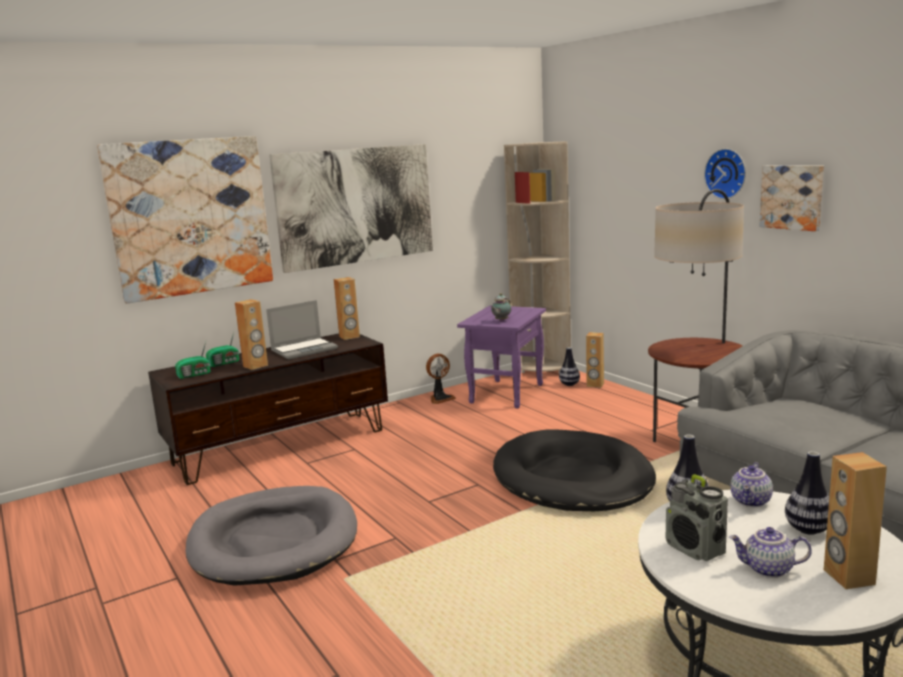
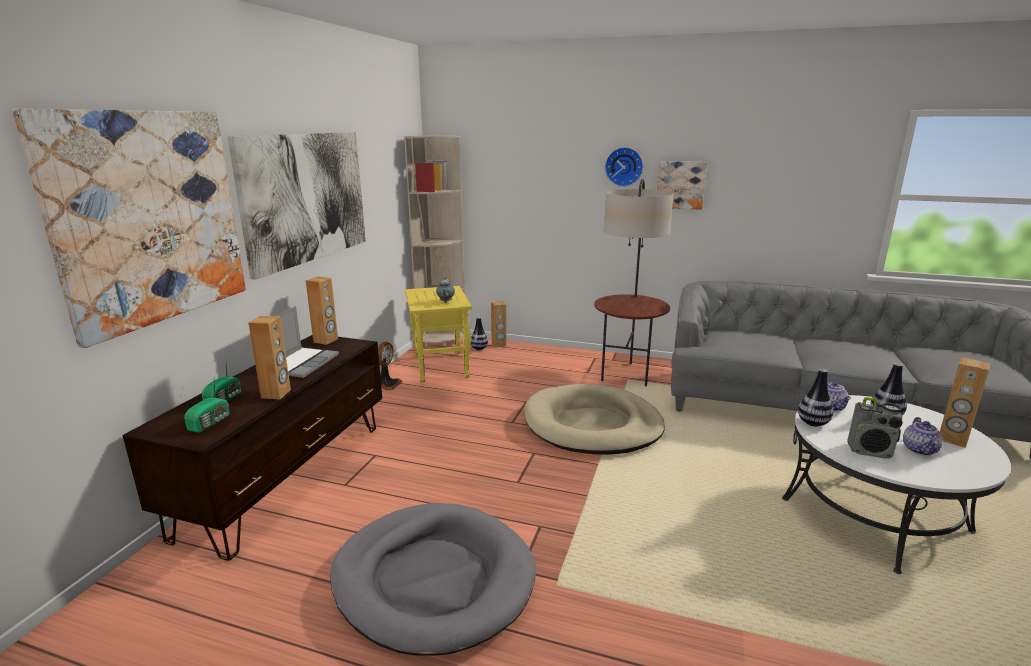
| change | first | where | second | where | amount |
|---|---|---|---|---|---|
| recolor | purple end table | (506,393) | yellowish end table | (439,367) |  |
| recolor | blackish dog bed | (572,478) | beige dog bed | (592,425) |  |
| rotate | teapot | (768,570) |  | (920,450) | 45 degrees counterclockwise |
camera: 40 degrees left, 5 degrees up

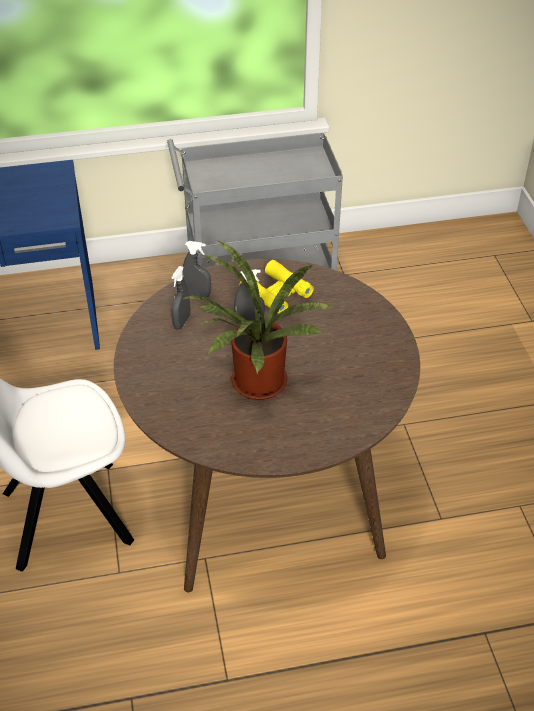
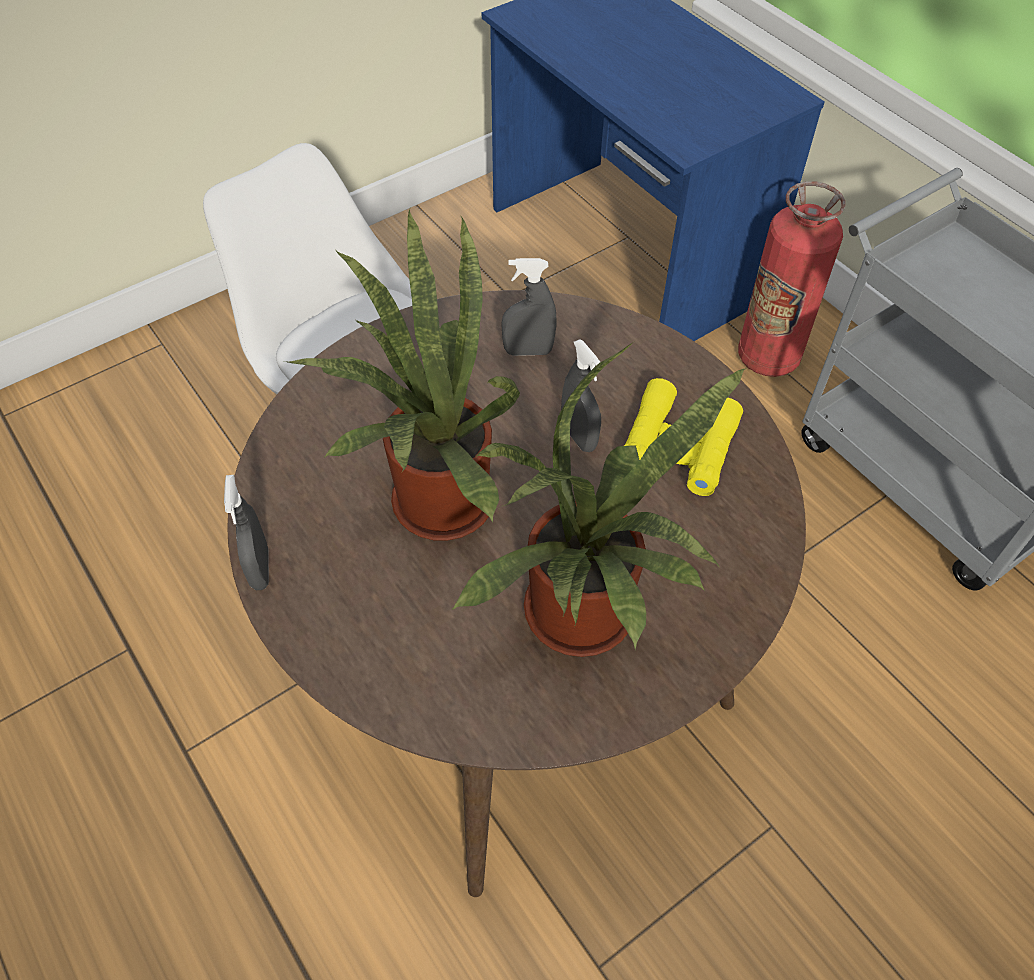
| change | first | where | second | where | amount |
|---|---|---|---|---|---|
| insert |  |  | houseplant | (586,621) |  |
| insert |  |  | fire-fighting cylinder | (768,357) |  |
| move | grey sprayer | (197,294) |  | (260,569) |  |
camera: 65 degrees right, 10 degrees up

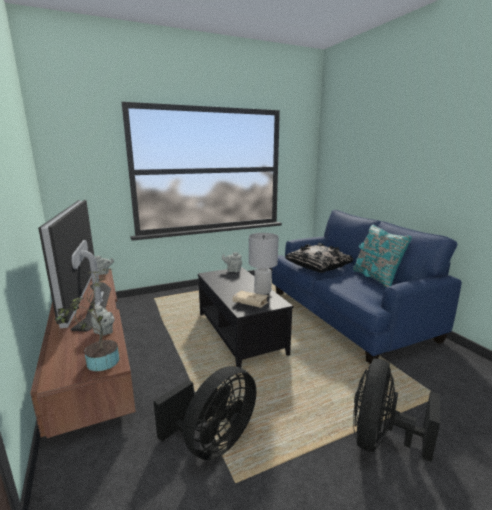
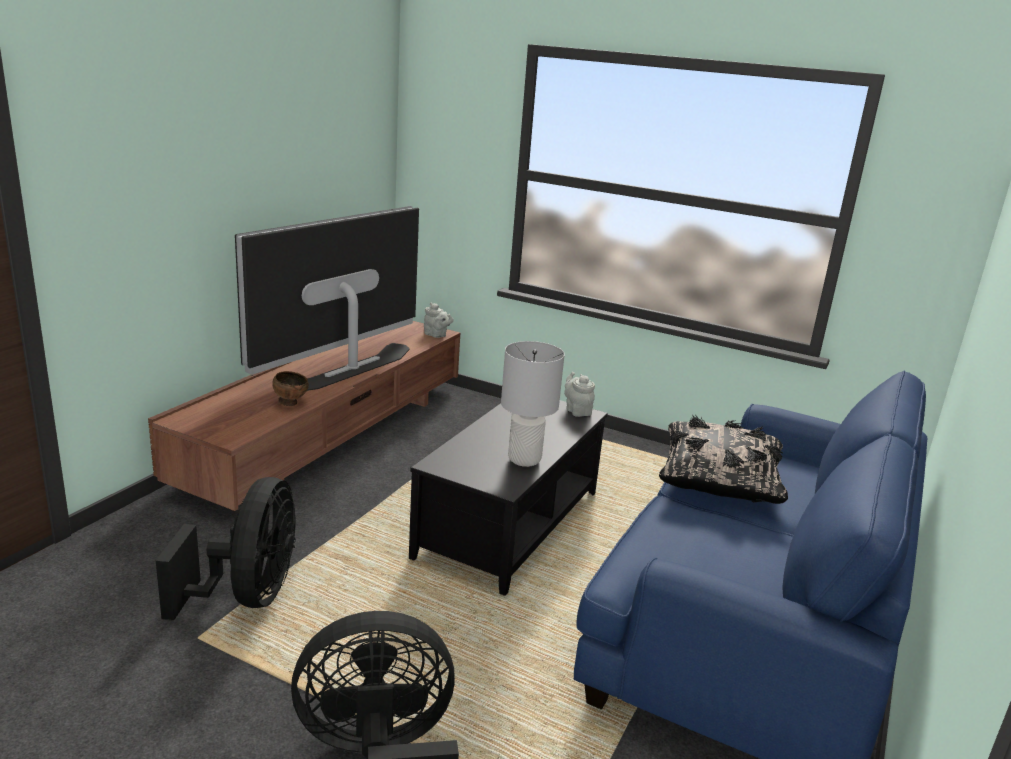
| change | first | where | second | where | amount |
|---|---|---|---|---|---|
| delete | houseplant | (99,363) |  |  |  |
| delete | beige bound book | (250,303) |  |  |  |
| delete | turquoise pillow | (375,278) |  |  |  |
| replace | grey teapot | (104,332) | brown deep dish | (290,403) |  |
| rotate | blackish cooling fan | (213,442) |  | (248,596) | 90 degrees counterclockwise |
camera: 50 degrees right, 5 degrees up

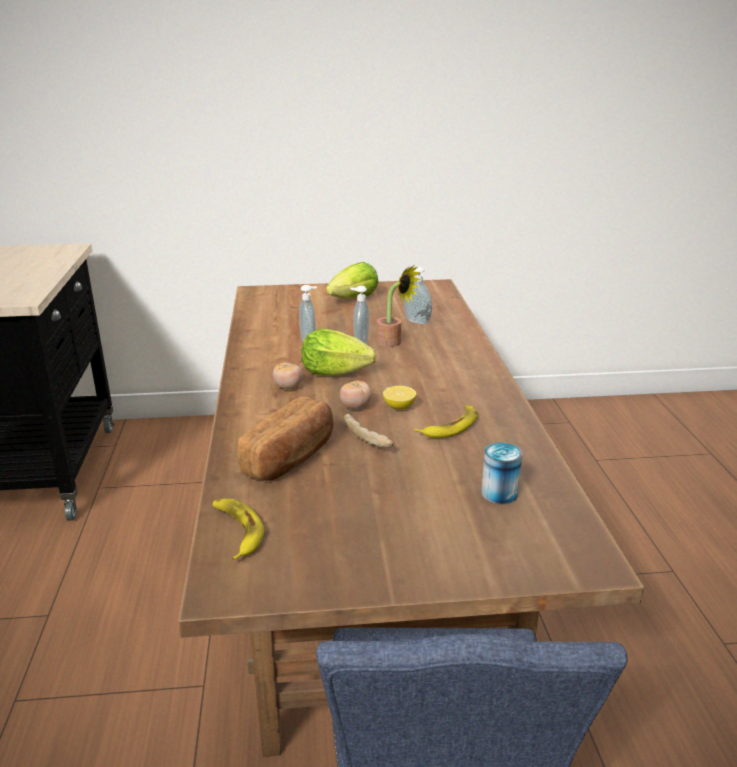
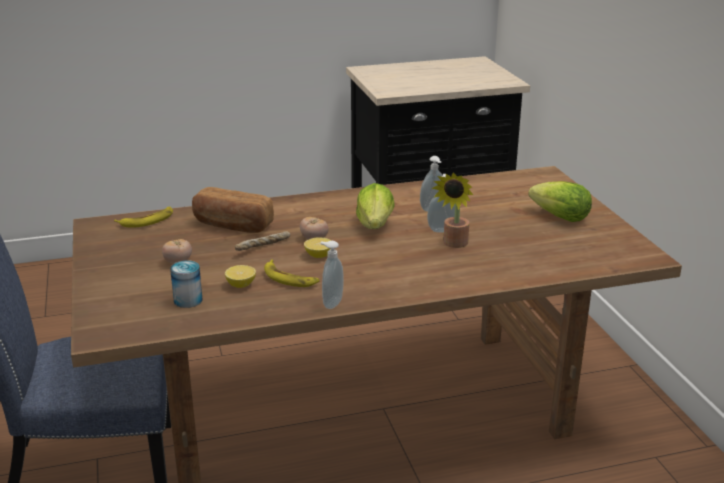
| change | first | where | second | where | amount |
|---|---|---|---|---|---|
| insert |  |  | citrus fruit | (241,285) |  |
| move | whole tomato | (288,387) |  | (178,262) |  |
| move | soap bottle | (416,322) |  | (331,303) |  |
camera: 80 degrees right, 0 degrees up

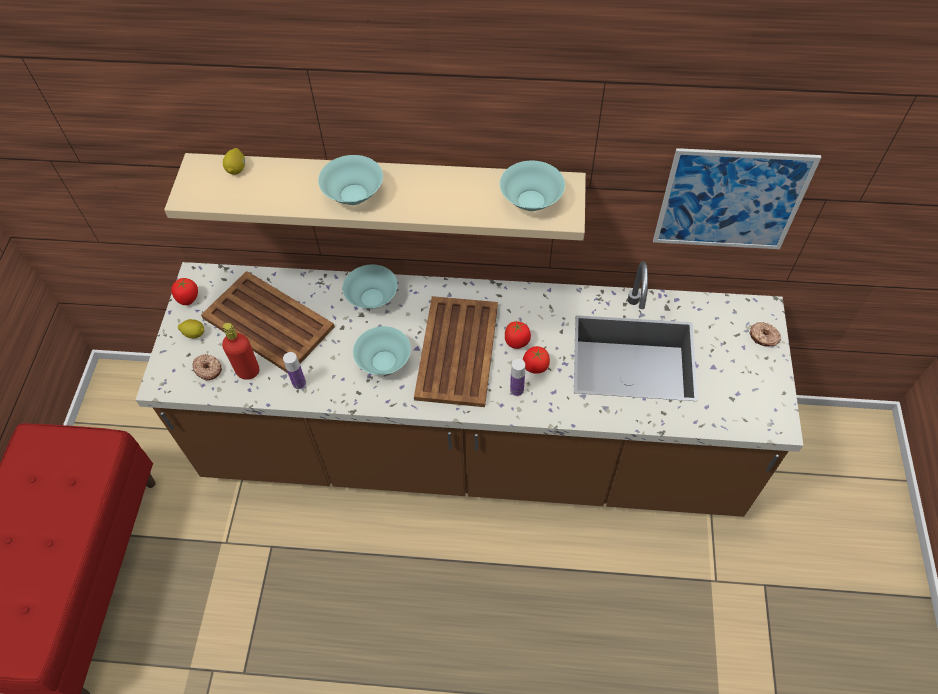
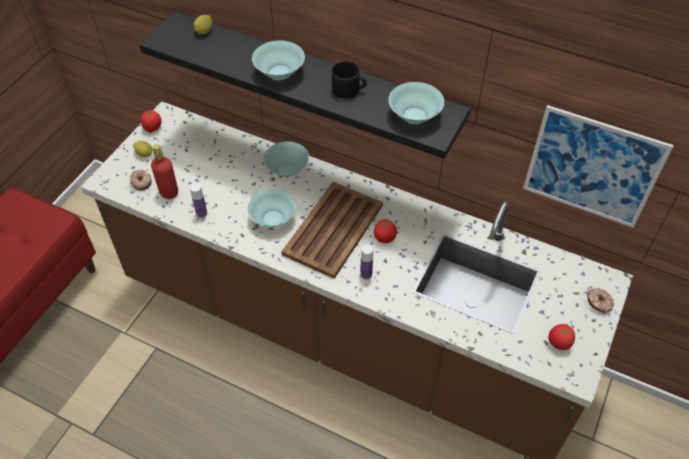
| change | first | where | second | where | amount |
|---|---|---|---|---|---|
| delete | brown serving tray | (267,321) |  |  |  |
| insert |  |  | blackish mug | (349,90) |  |
| move | whole tomato | (535,367) |  | (558,343) |  |
| recolor | beige wall shelf | (385,186) | blackish wall shelf | (314,78) |  |
camera: 20 degrees right, 5 degrees down

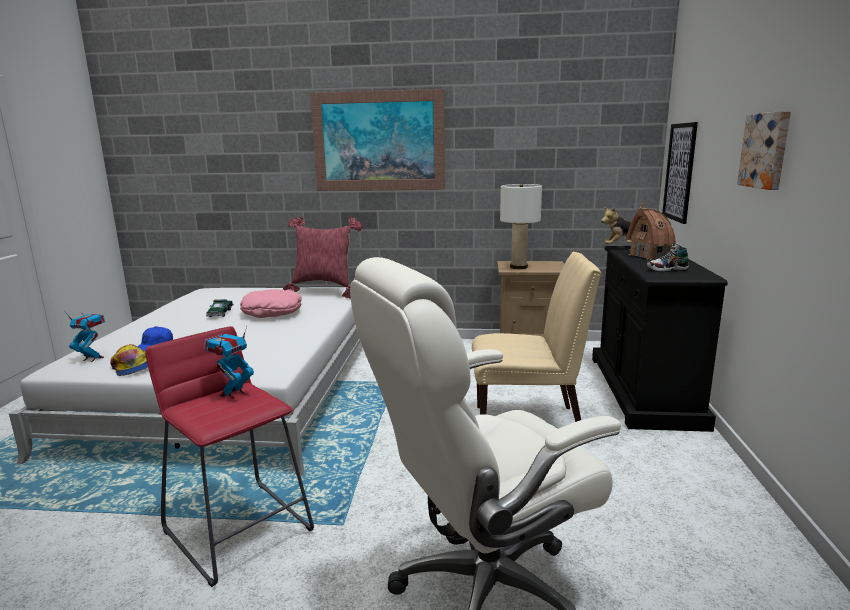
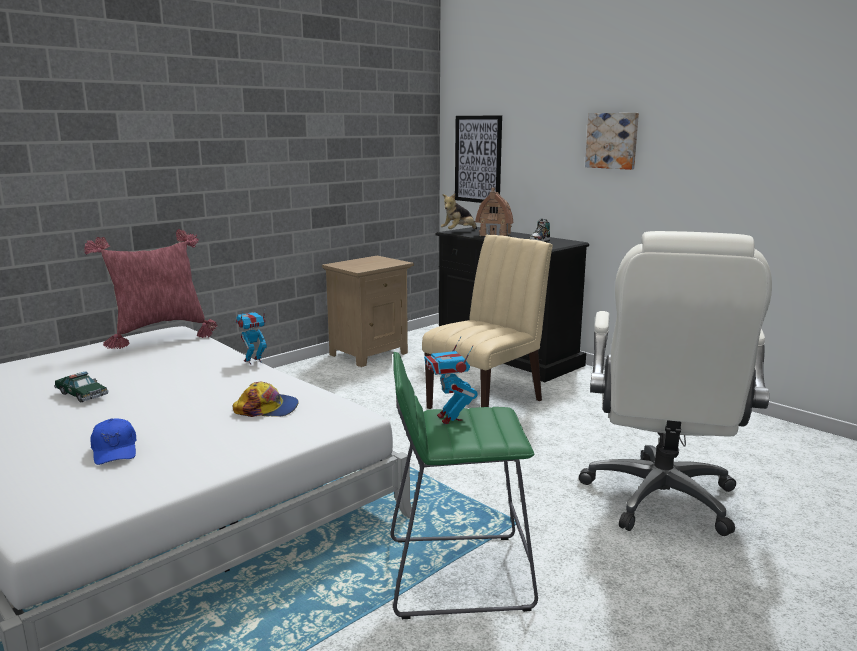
| change | first | where | second | where | amount |
|---|---|---|---|---|---|
| delete | pink-coloured pillow | (272,312) |  |  |  |
| delete | picture | (378,141) |  |  |  |
| delete | white-coloured lamp for a table | (518,267) |  |  |  |
| move | model robot | (93,358) |  | (253,361) |  |
| move | cap | (132,367) |  | (267,408) |  |
| recolor | reddish stool seat | (239,529) | green-coloured stool seat | (457,574) |  |
camera: 50 degrees left, 0 degrees up

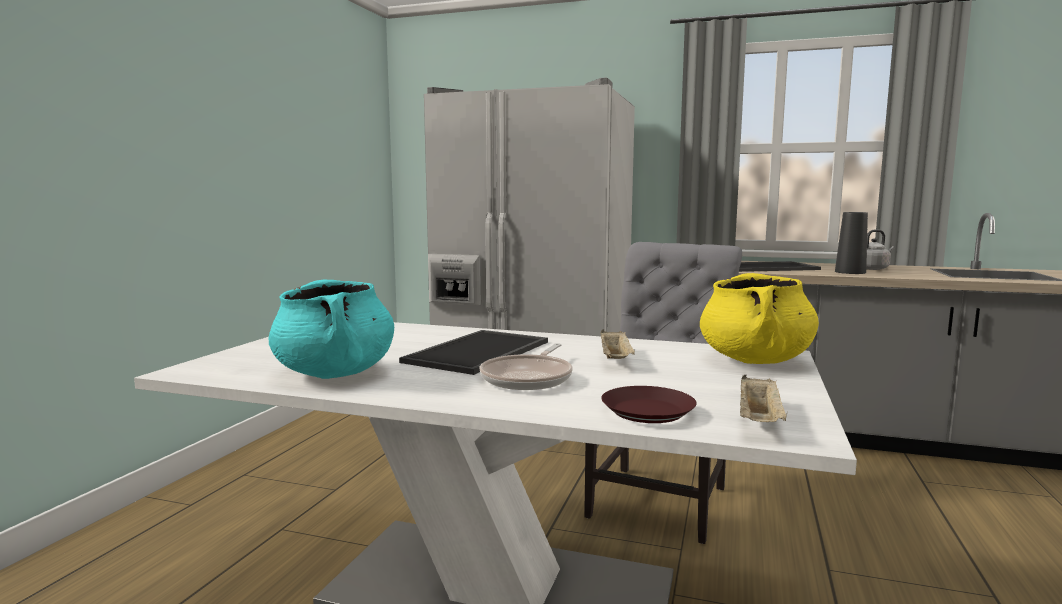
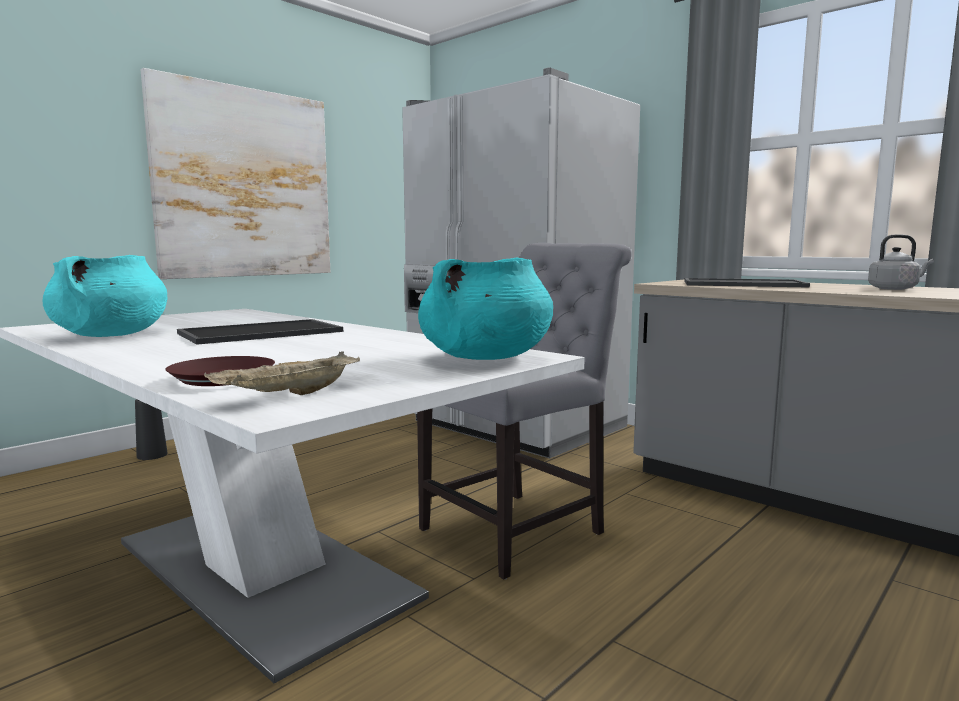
| change | first | where | second | where | amount |
|---|---|---|---|---|---|
| delete | frying pan | (529,378) |  |  |  |
| delete | beige serving tray | (615,360) |  |  |  |
| insert |  |  | picture | (245,183) |  |
| move | blackish flower vase | (850,272) |  | (152,455) |  |
| recolor | yellowish cooking pot | (755,360) | turquoise cooking pot | (485,358) |  |
camera: 25 degrees right, 0 degrees up

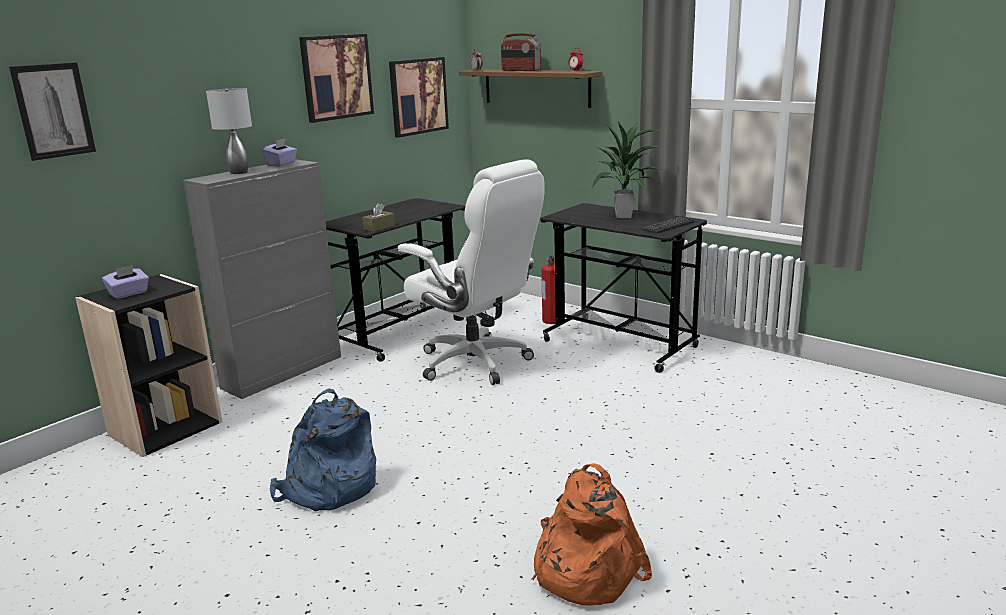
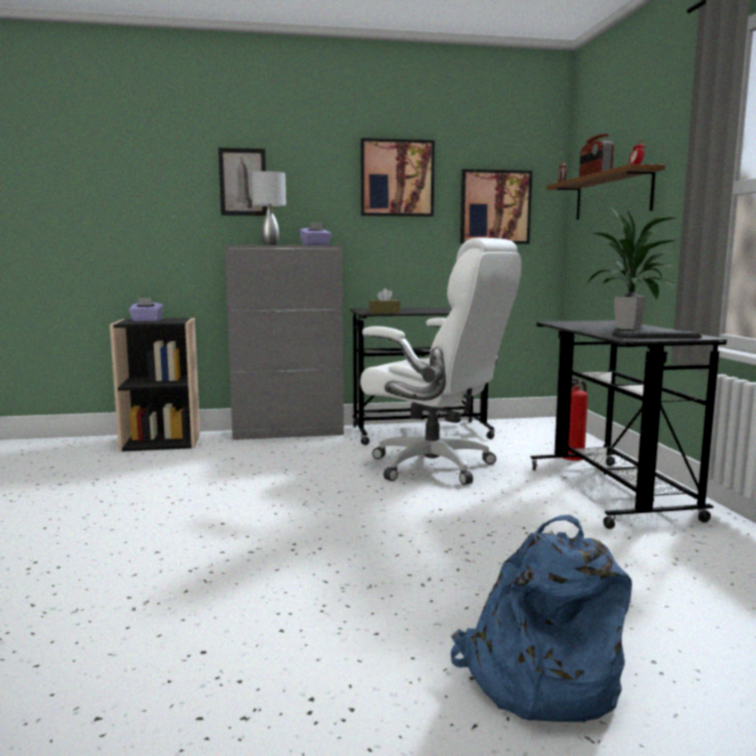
| change | first | where | second | where | amount |
|---|---|---|---|---|---|
| delete | orangey knapsack | (584,569) |  |  |  |
| move | picture | (53,111) |  | (243,182) |  |
| move | bluish knapsack | (328,488) |  | (538,678) |  |
| rotate | white-coloured office chair | (476,363) |  | (434,467) | 45 degrees counterclockwise |
camera: 40 degrees right, 10 degrees down

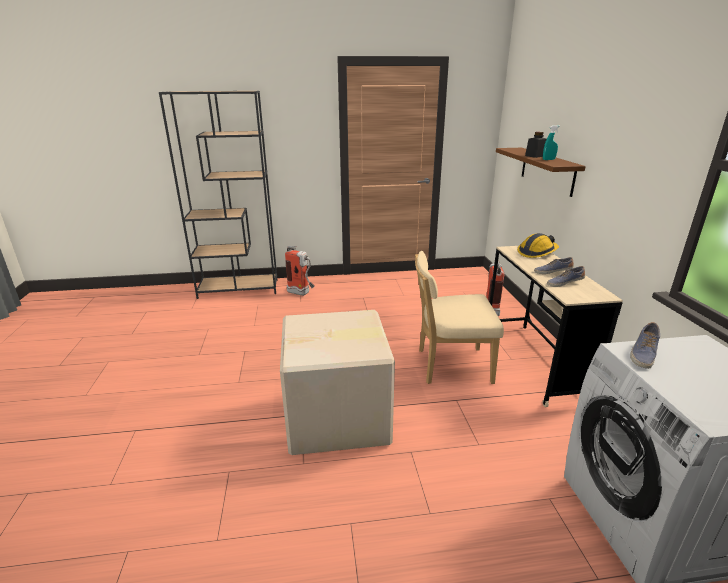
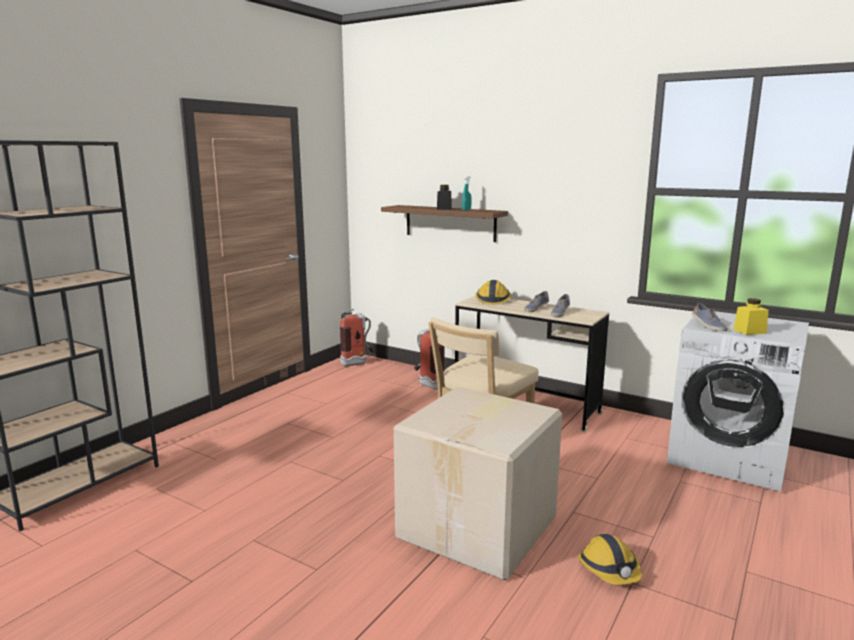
| change | first | where | second | where | amount |
|---|---|---|---|---|---|
| insert |  |  | work helmet | (609,570) |  |
| insert |  |  | yellowish storage jar | (749,331) |  |
| move | fire-fighting cylinder | (302,293) |  | (358,363) |  |
camera: 50 degrees left, 10 degrees down

